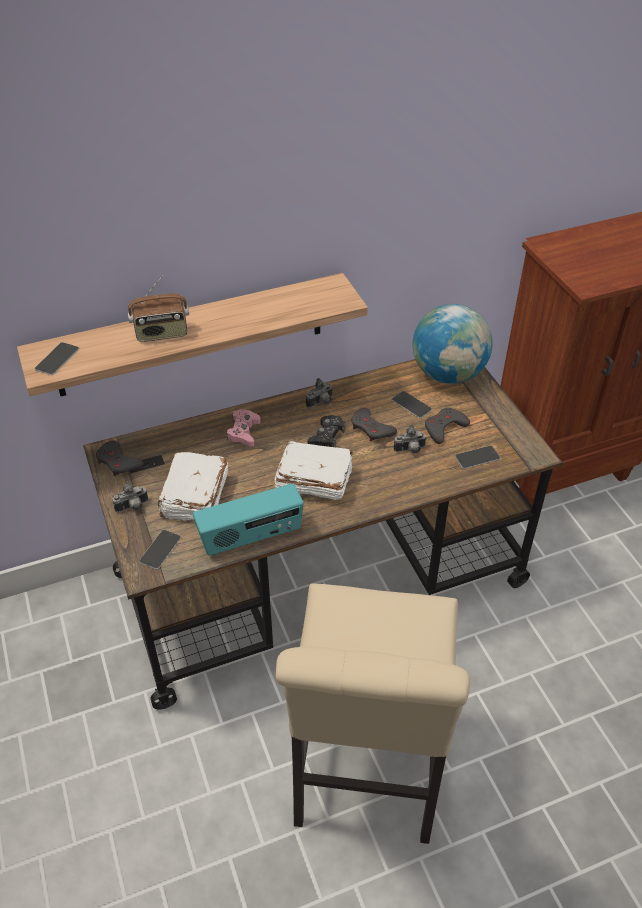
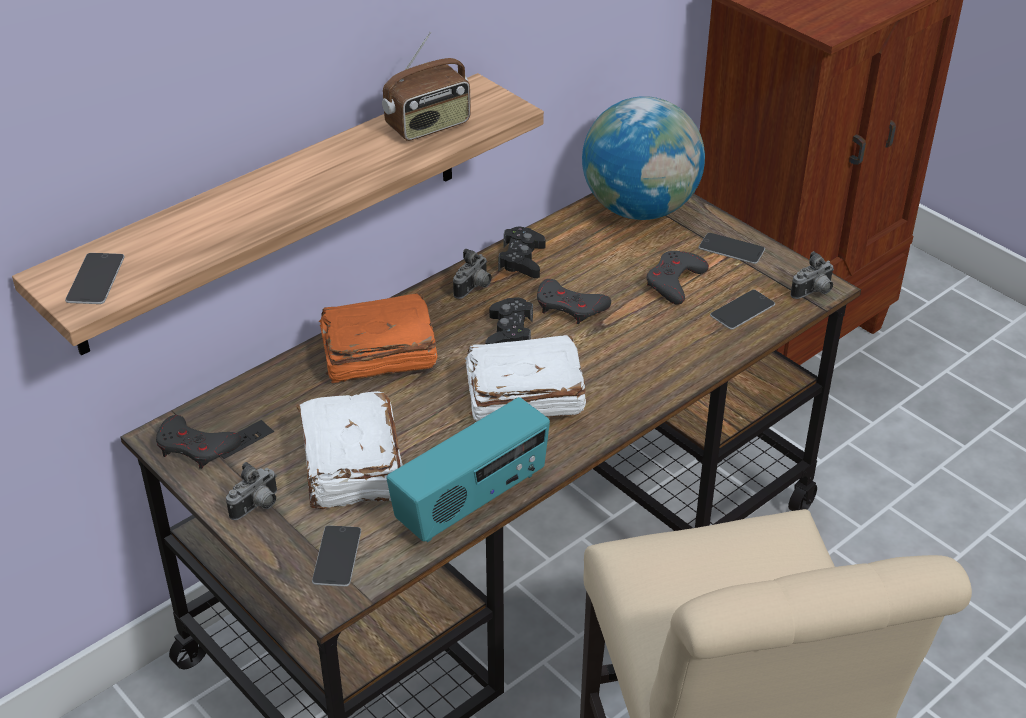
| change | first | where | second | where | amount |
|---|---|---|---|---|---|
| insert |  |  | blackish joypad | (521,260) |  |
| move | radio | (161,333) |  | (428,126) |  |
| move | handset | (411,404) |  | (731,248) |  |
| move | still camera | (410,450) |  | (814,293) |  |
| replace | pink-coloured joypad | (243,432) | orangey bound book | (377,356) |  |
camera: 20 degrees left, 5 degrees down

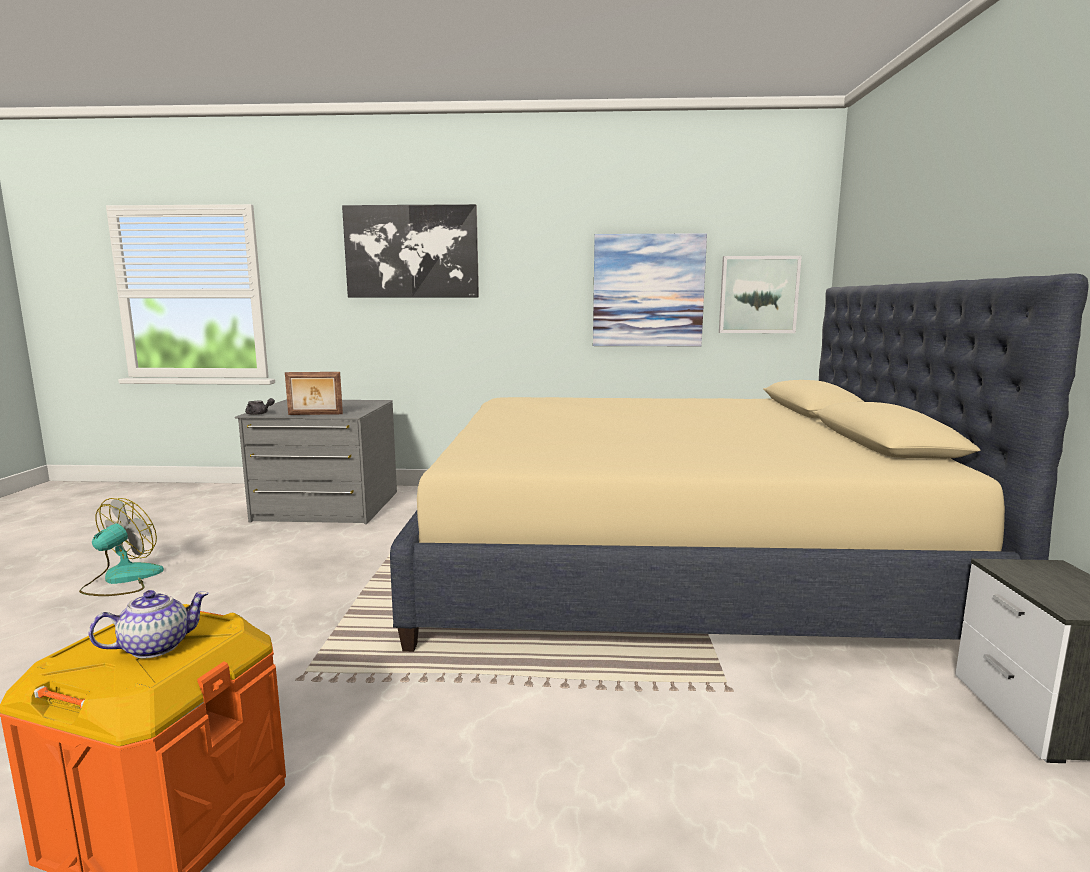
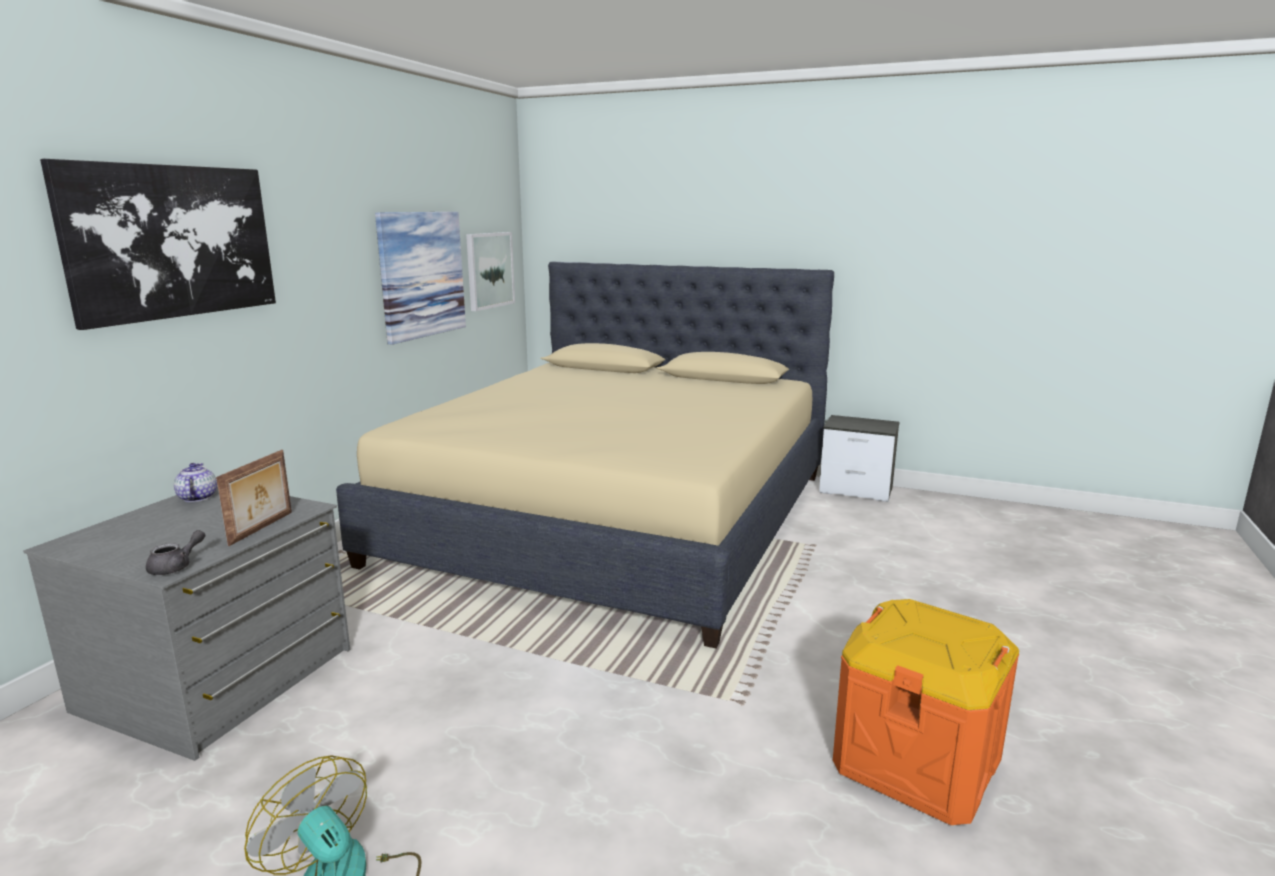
| change | first | where | second | where | amount |
|---|---|---|---|---|---|
| move | teapot | (156,646) |  | (197,497) |  |
camera: 70 degrees left, 5 degrees up

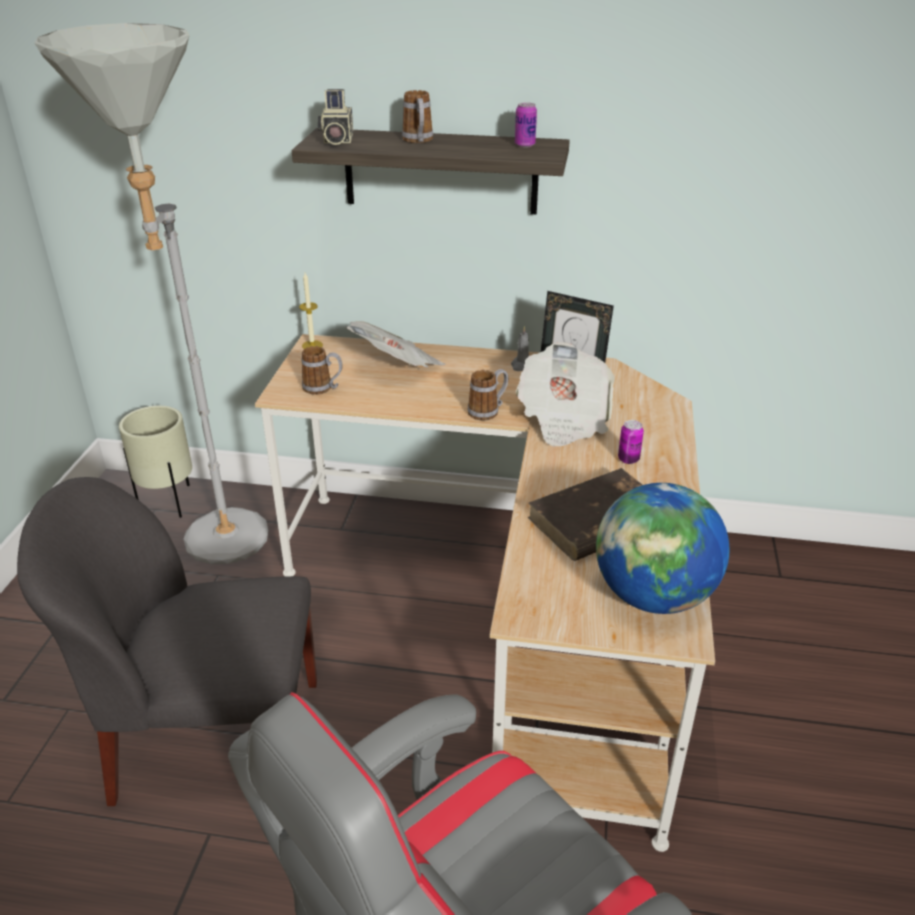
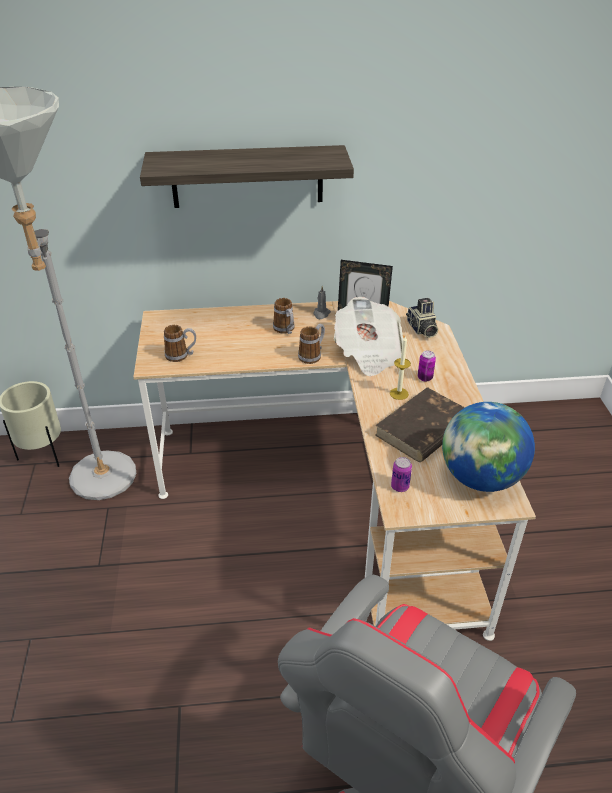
| change | first | where | second | where | amount |
|---|---|---|---|---|---|
| delete | grey upright chair | (213,741) |  |  |  |
| delete | newspaper | (397,368) |  |  |  |
| move | wax candle | (312,345) |  | (399,393) |  |
| move | still camera | (336,140) |  | (421,329) |  |
| move | mug | (418,141) |  | (285,330) |  |
| move | sealed can | (524,145) |  | (400,486) |  |
camera: 15 degrees left, 5 degrees up

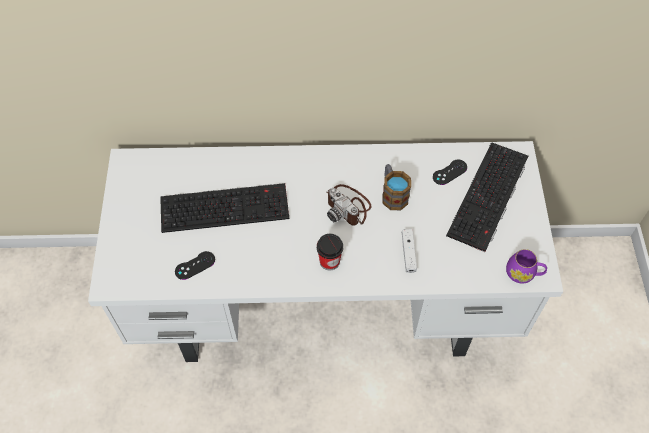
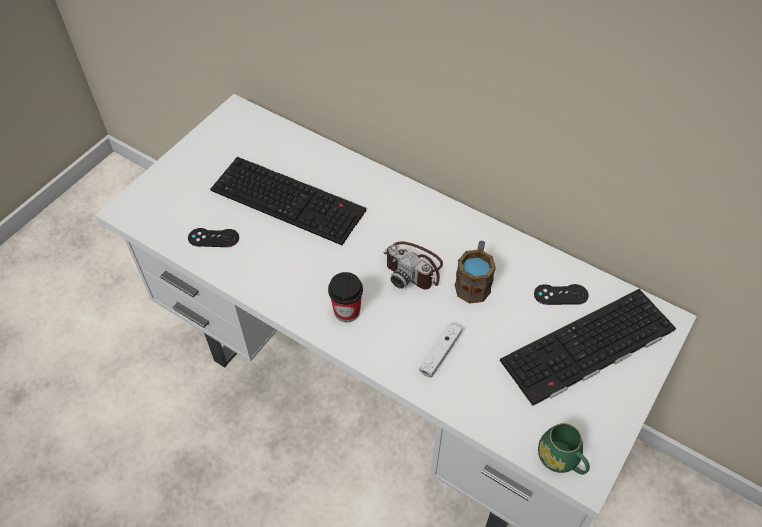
| change | first | where | second | where | amount |
|---|---|---|---|---|---|
| recolor | purple mug | (523,274) | green-coloured mug | (561,460) |  |
| rotate | still camera | (348,207) |  | (414,267) | 45 degrees counterclockwise |
camera: 35 degrees right, 5 degrees down

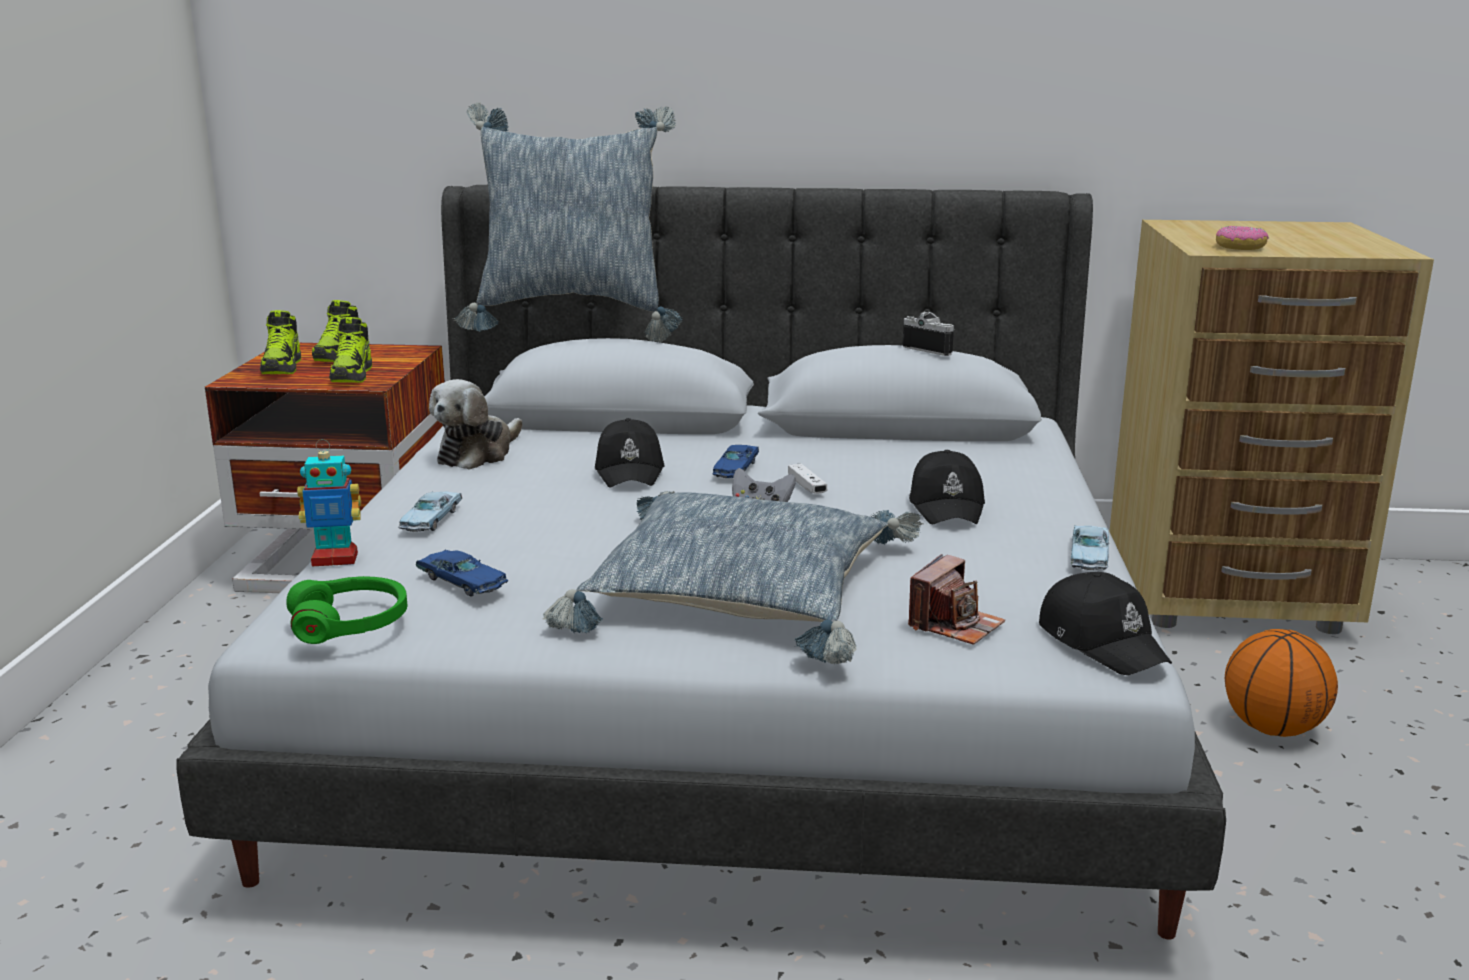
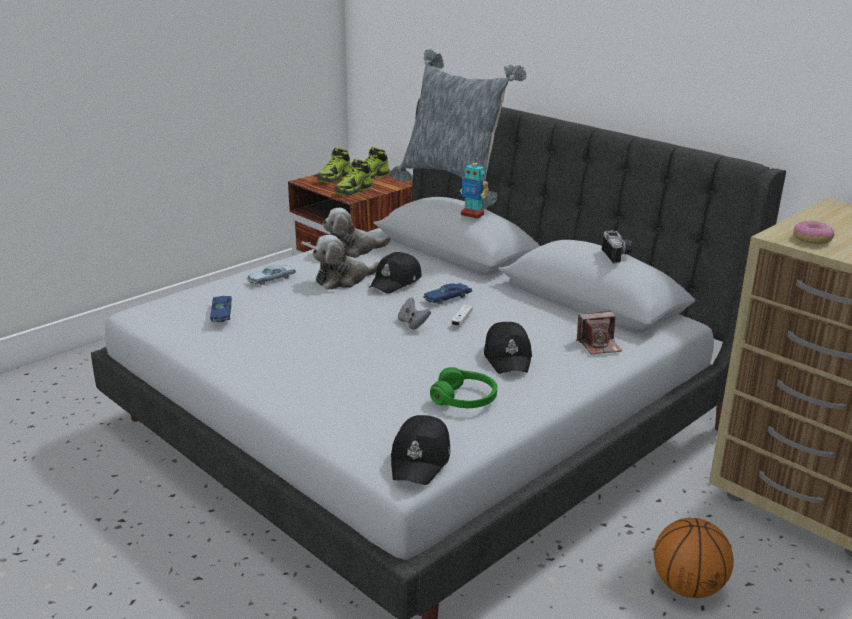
| change | first | where | second | where | amount |
|---|---|---|---|---|---|
| delete | pillow | (741,586) |  |  |  |
| delete | bluish toy car | (1089,556) |  |  |  |
| insert |  |  | plush toy | (344,279) |  |
| move | green-coloured headset | (350,624) |  | (464,399) |  |
| move | model robot | (335,559) |  | (472,215) |  |
| move | still camera | (955,625) |  | (599,345) |  |
| rotate | blackish cap | (947,506) |  | (508,357) | 45 degrees counterclockwise |
camera: 40 degrees right, 5 degrees up

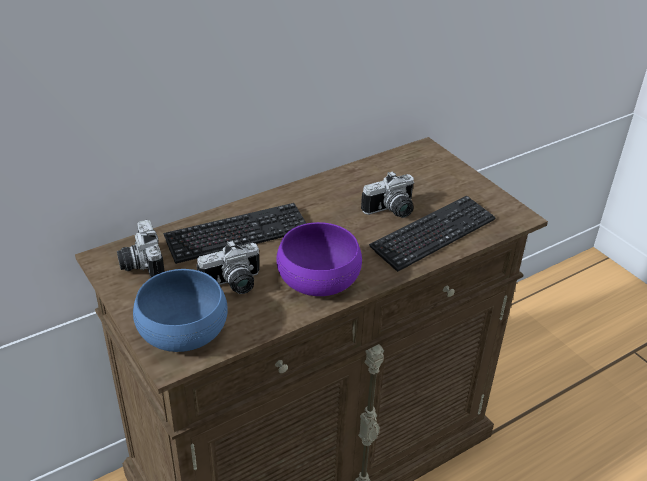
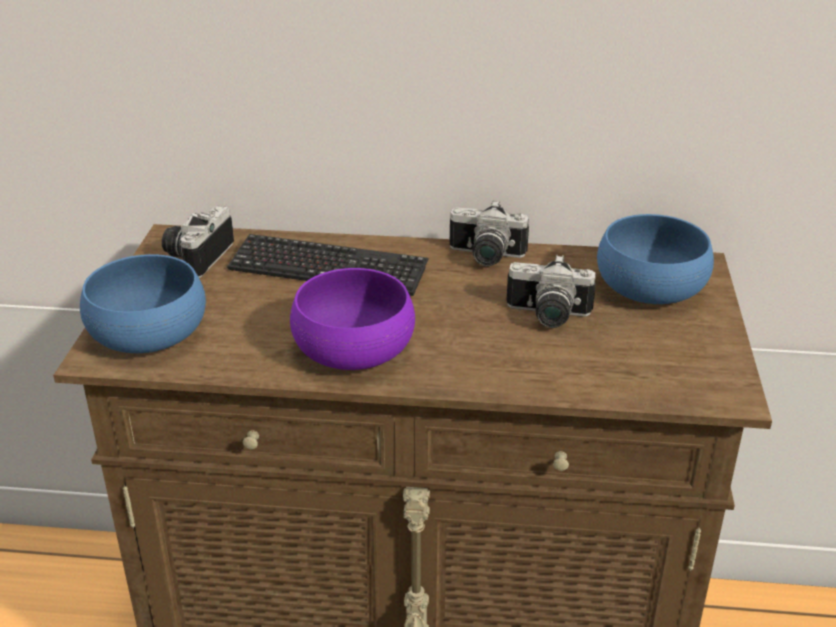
| change | first | where | second | where | amount |
|---|---|---|---|---|---|
| delete | keyboard | (433,235) |  |  |  |
| insert |  |  | bluish deep dish | (651,287) |  |
| move | still camera | (233,285) |  | (485,257) |  |
camera: 40 degrees right, 5 degrees down

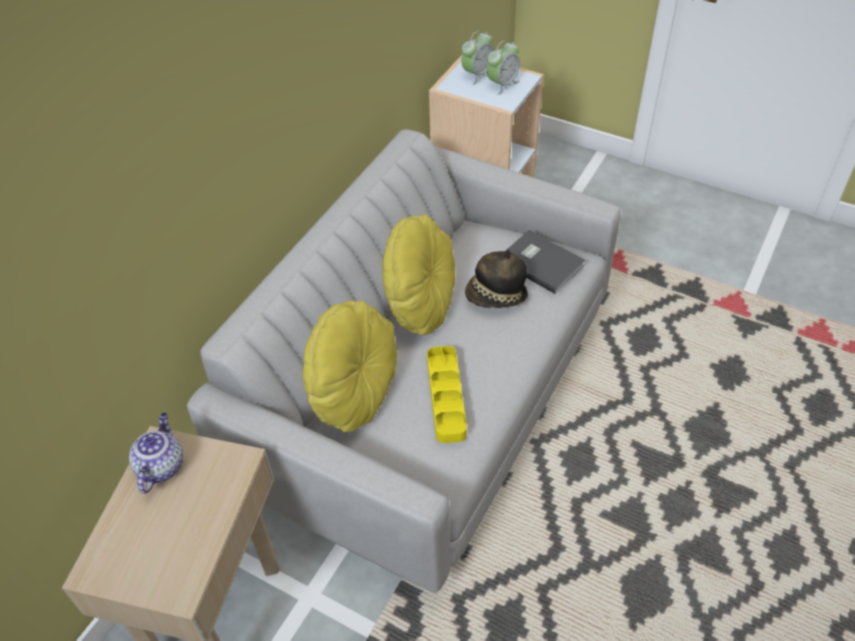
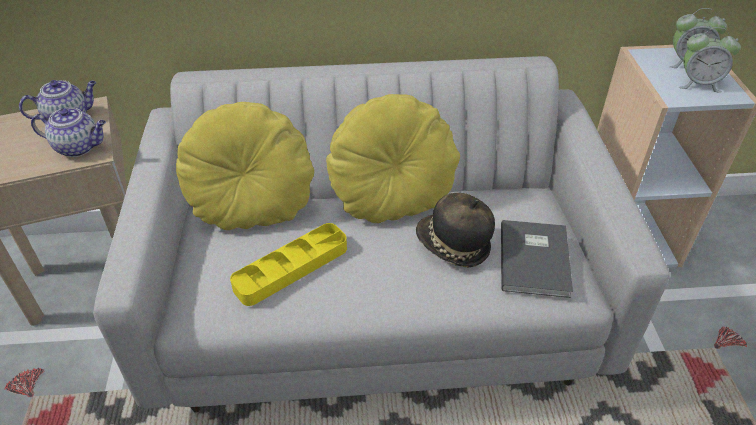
| change | first | where | second | where | amount |
|---|---|---|---|---|---|
| insert |  |  | teapot | (79,147) |  |
camera: 55 degrees right, 5 degrees down

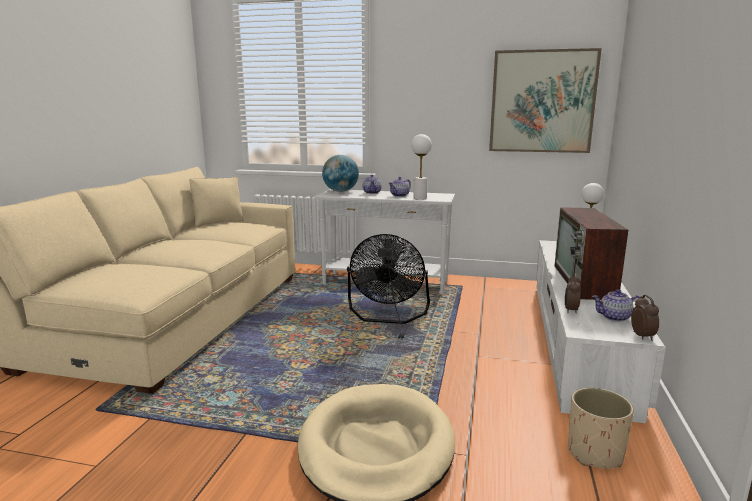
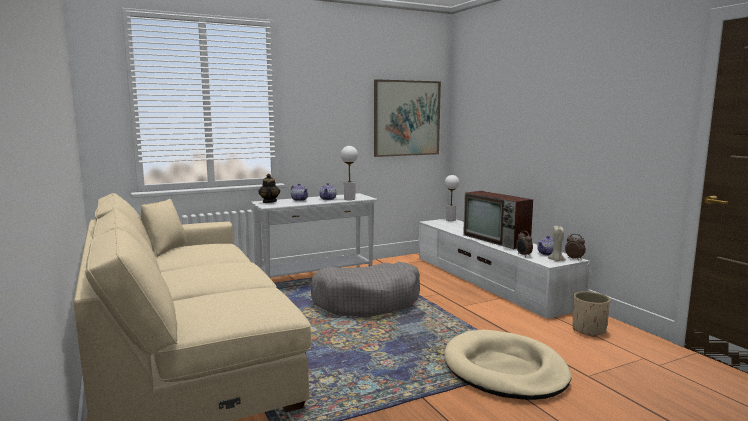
| change | first | where | second | where | amount |
|---|---|---|---|---|---|
| insert |  |  | beige wax candle | (556,260) |  |
| replace | world globe | (340,191) | teapot | (269,202) |  |
| replace | blackish cooling fan | (388,319) | grey dog bed | (367,302) |  |
camera: 40 degrees left, 5 degrees down

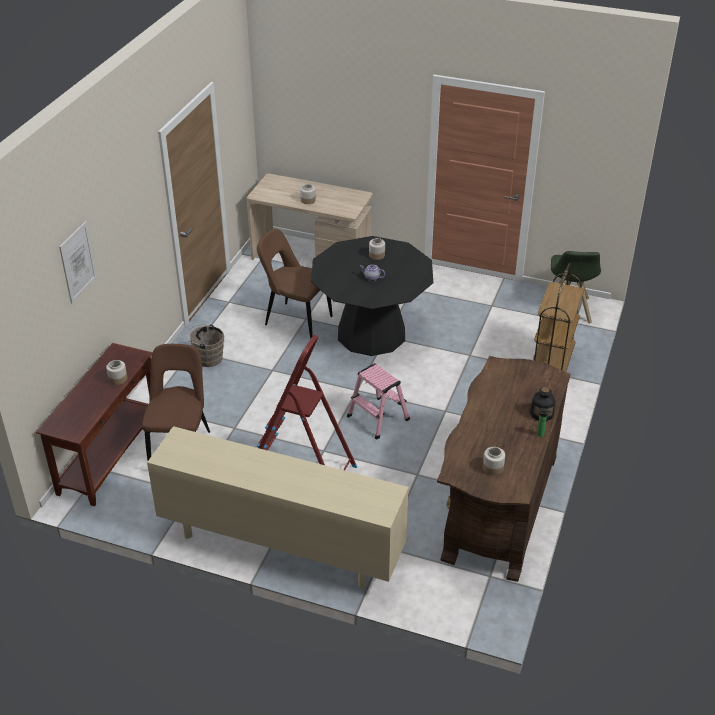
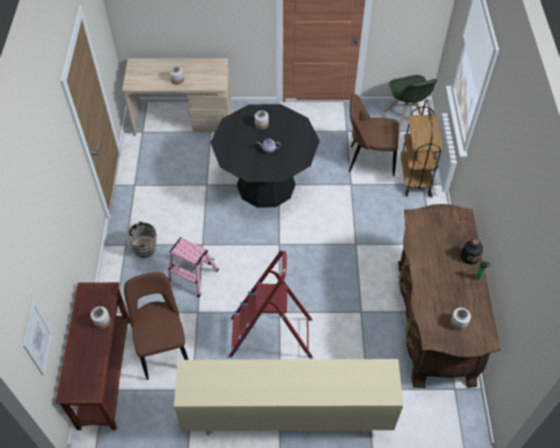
| change | first | where | second | where | amount |
|---|---|---|---|---|---|
| move | picture | (78,262) |  | (37,339) |  |
| move | brown upright chair | (295,320) |  | (369,160) |  |
| move | pink-coloured step ladder | (378,417) |  | (193,275) |  |
camera: 20 degrees left, 15 degrees up

